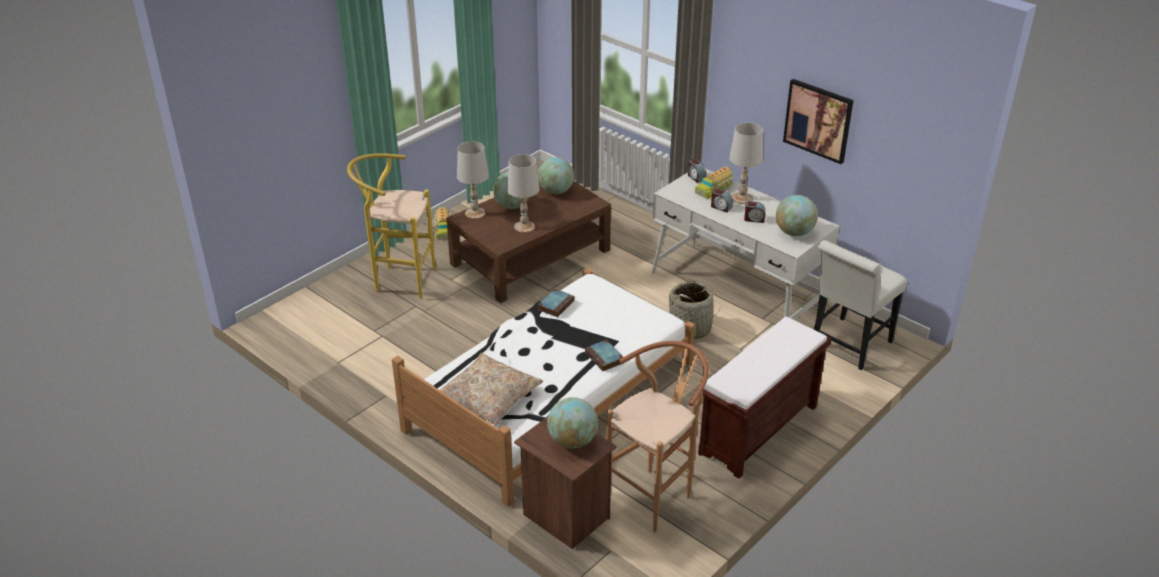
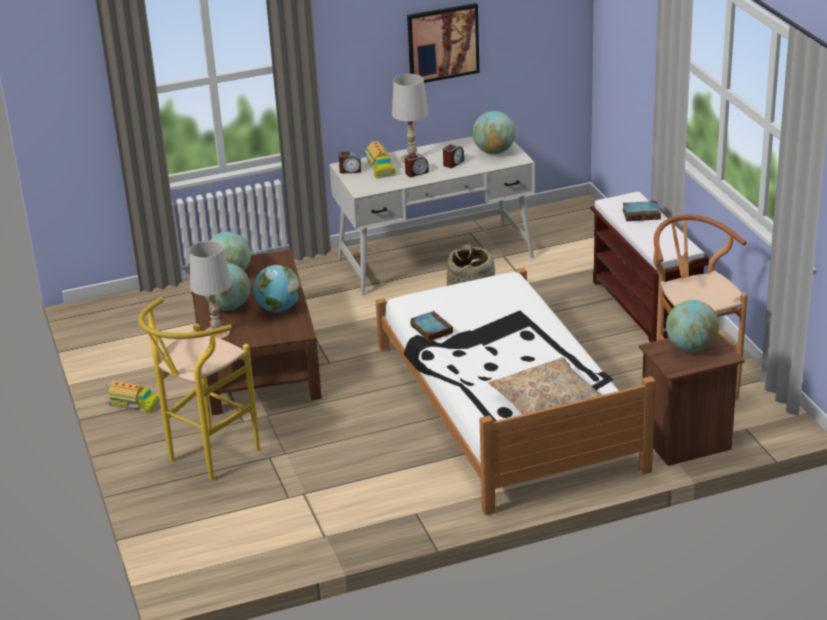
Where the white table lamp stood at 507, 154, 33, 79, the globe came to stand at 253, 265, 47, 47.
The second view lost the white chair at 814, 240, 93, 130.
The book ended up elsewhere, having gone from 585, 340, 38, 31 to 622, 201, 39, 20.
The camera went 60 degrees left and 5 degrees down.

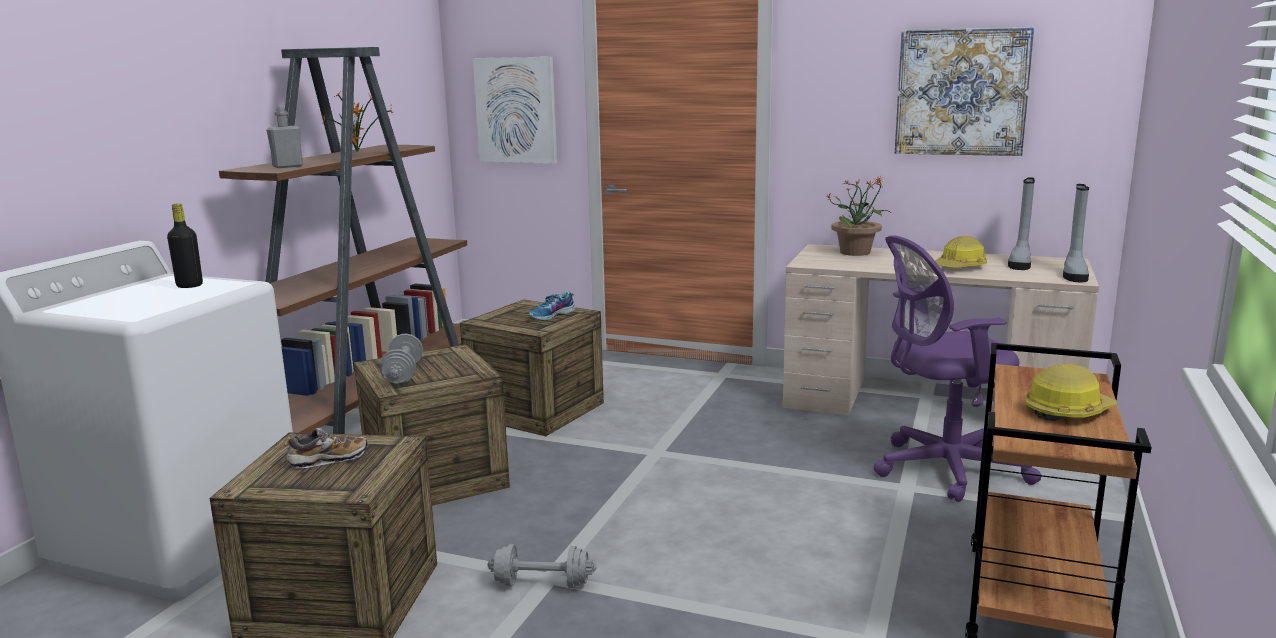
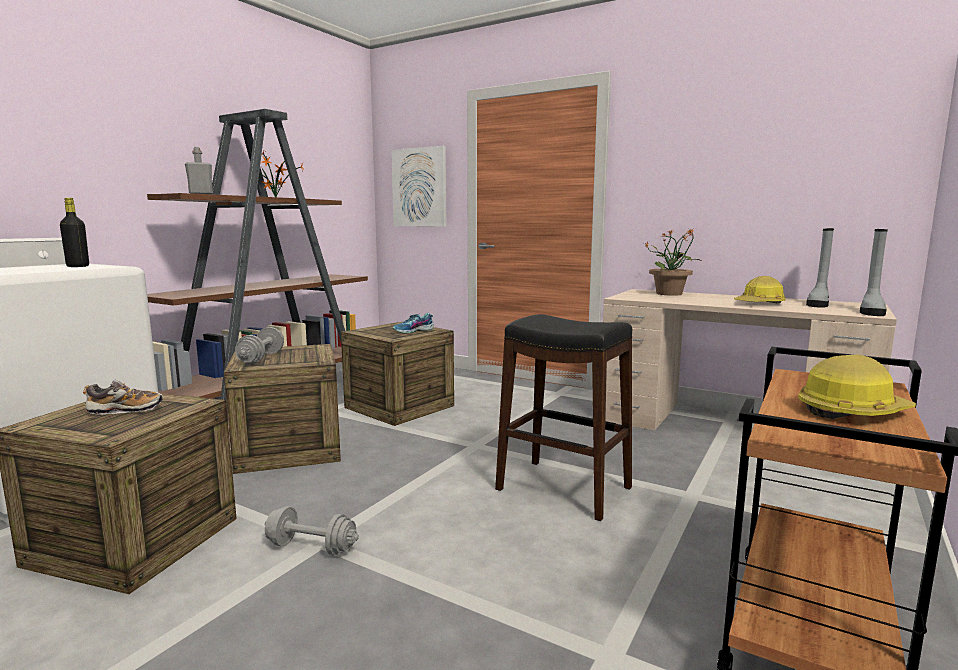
The second view lost the picture at 895, 27, 139, 129.
The second view lost the purple office chair at 874, 235, 168, 267.
The second view gained the black stool at 495, 314, 137, 207.
The camera went 10 degrees right and 5 degrees down.

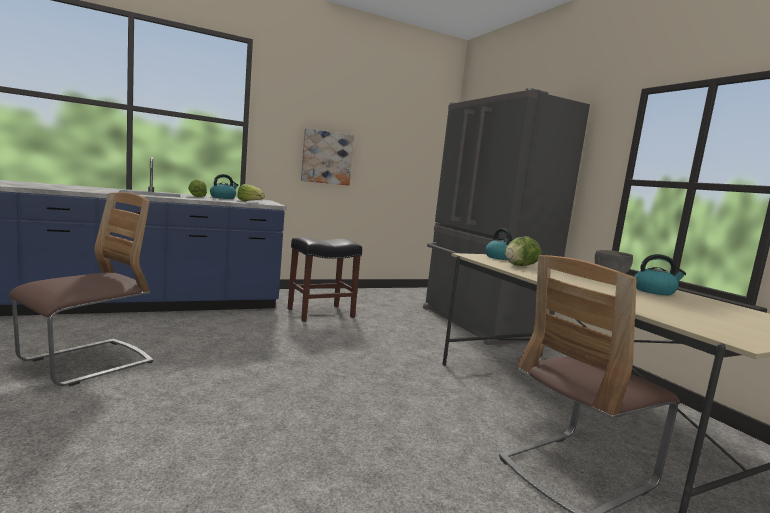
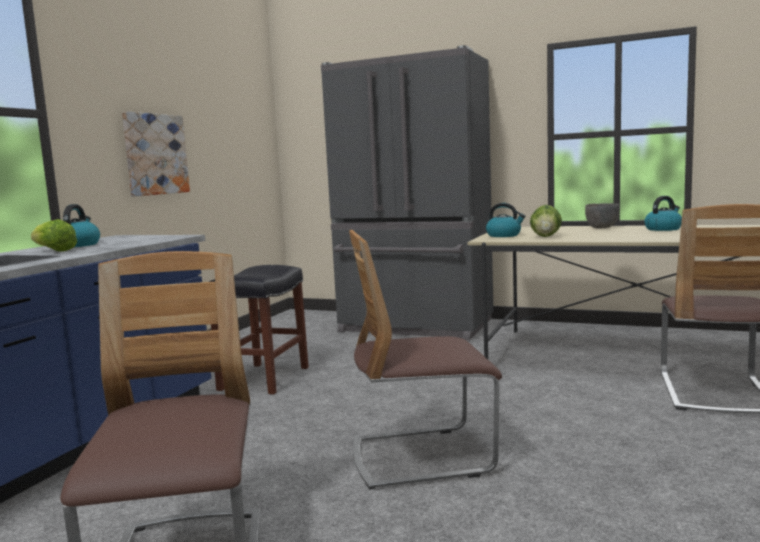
The second view lost the lettuce at 237, 184, 28, 17.
The second view gained the chair at 349, 230, 153, 260.
The camera went 40 degrees left and 0 degrees up.

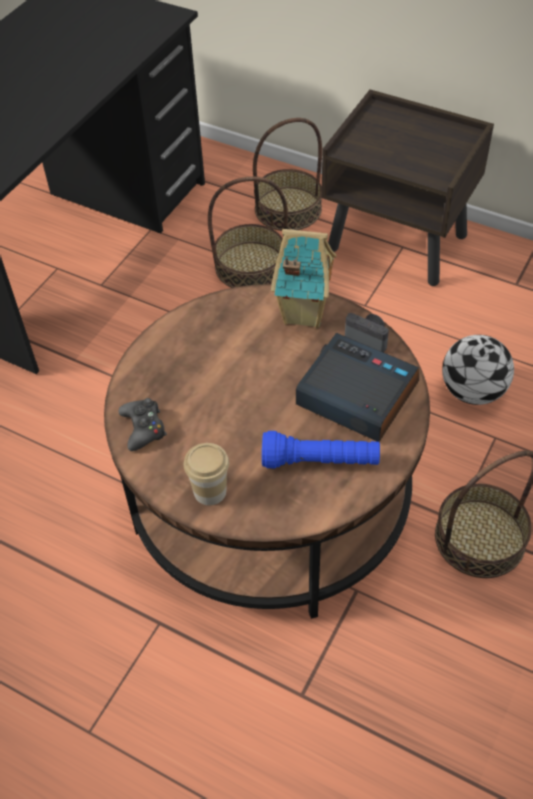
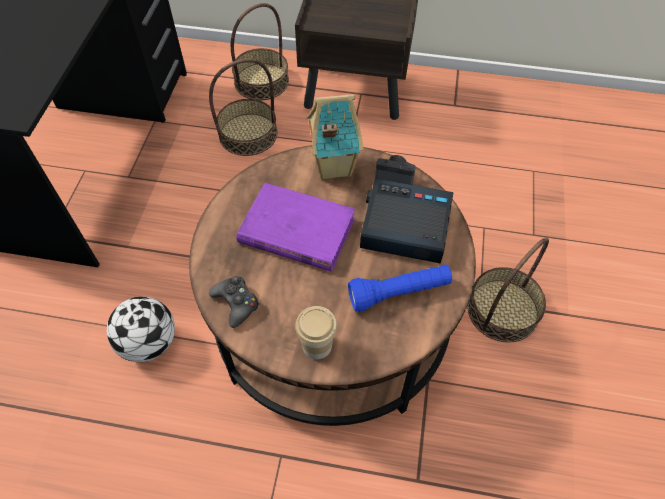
The football ended up elsewhere, having gone from 442, 335, 72, 70 to 107, 296, 68, 66.
The second view gained the purple book at 236, 183, 119, 89.
The camera went 20 degrees left and 5 degrees up.

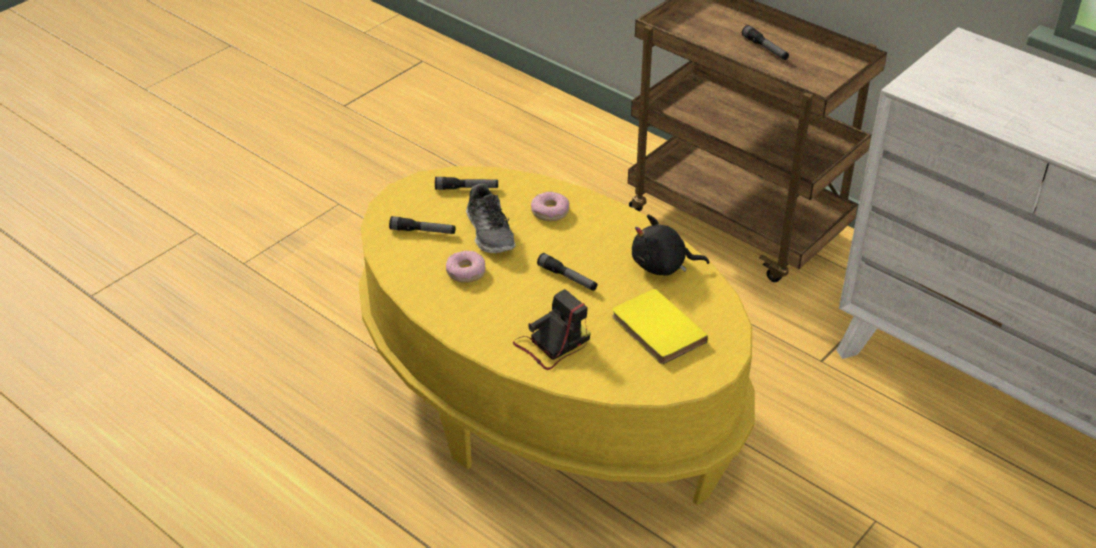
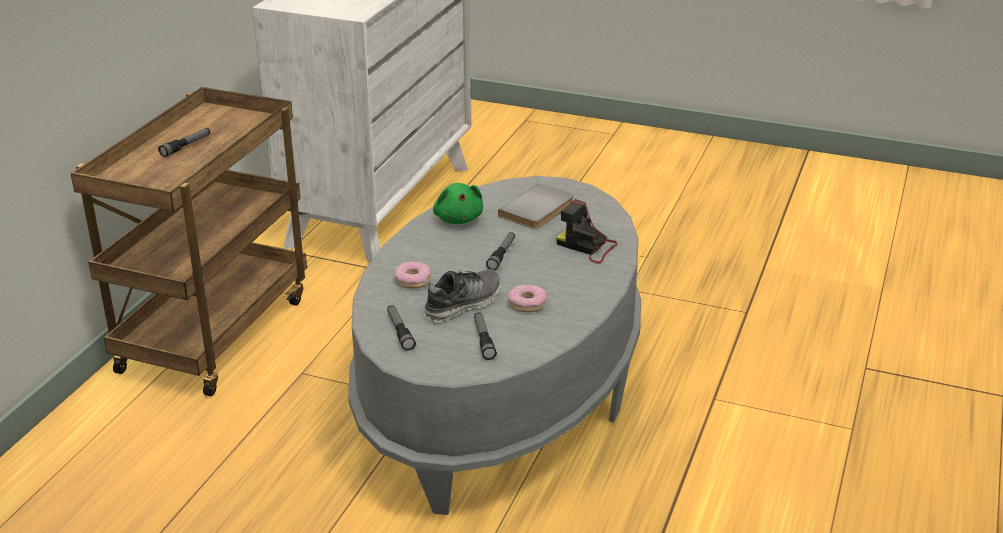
What was the yellow coffee table at 358, 166, 397, 339 turned into the grey coffee table at 348, 176, 293, 339.
What was the black plush toy at 632, 214, 77, 62 turned into the green plush toy at 433, 183, 50, 41.
What was the yellow book at 612, 288, 96, 76 turned into the grey book at 498, 184, 76, 45.
The camera went 110 degrees left and 10 degrees down.

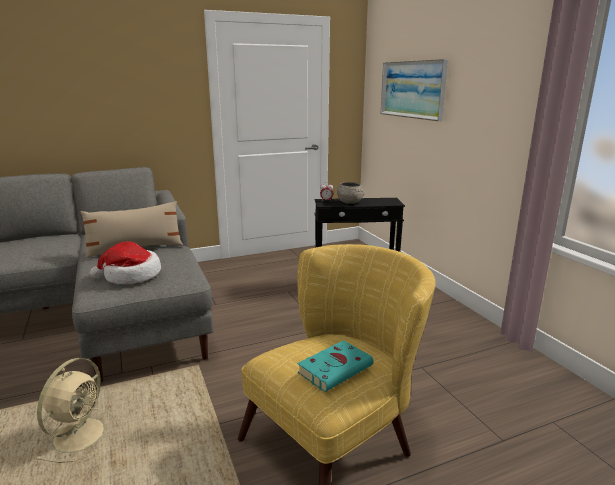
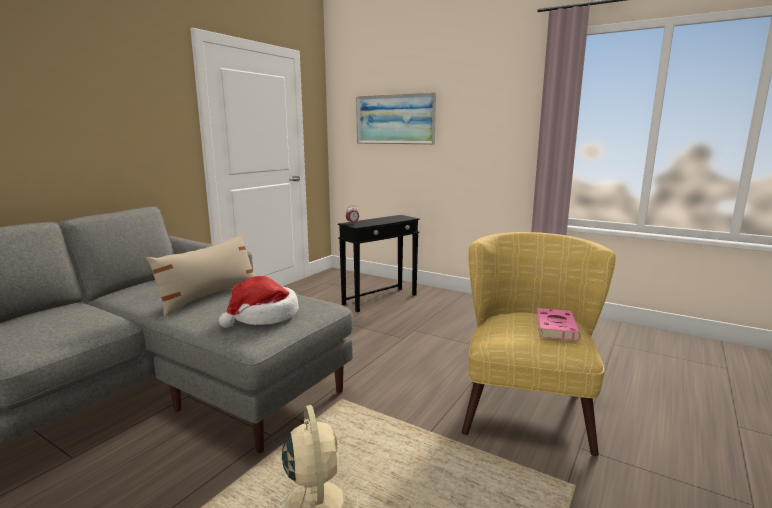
The second view lost the grey bowl at 337, 182, 27, 22.
What was the turquoise book at 297, 340, 77, 52 turned into the pink book at 536, 308, 45, 33.
The camera went 35 degrees left and 5 degrees down.

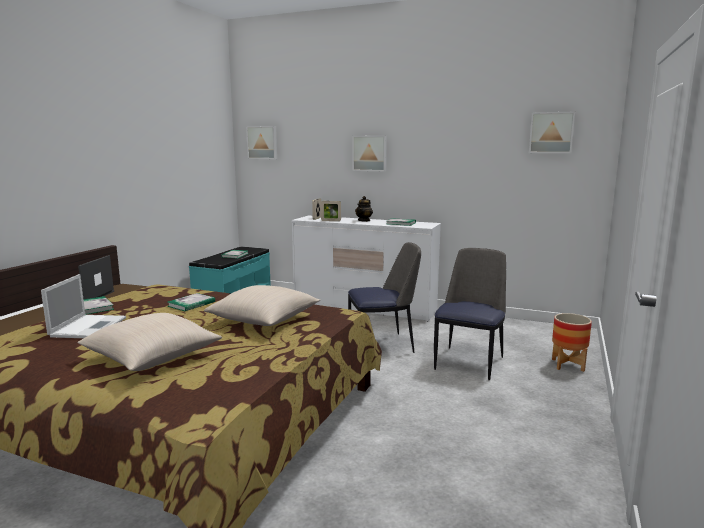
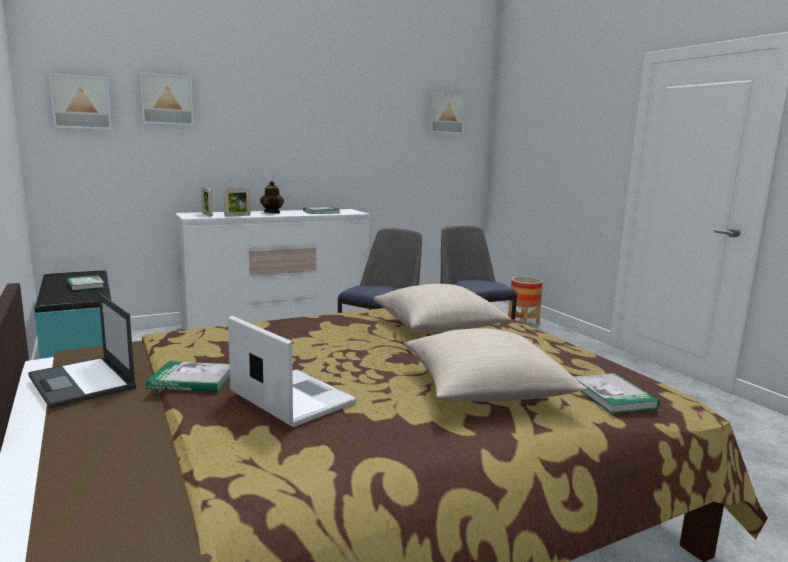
The picture ended up elsewhere, having gone from 352, 135, 35, 36 to 139, 72, 55, 54.
The book ended up elsewhere, having gone from 167, 293, 48, 18 to 573, 373, 87, 41.
The camera went 50 degrees left and 0 degrees up.

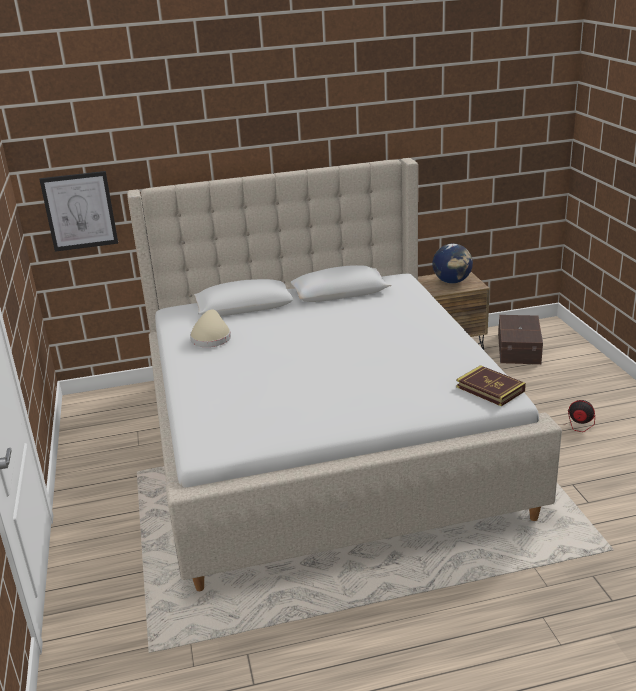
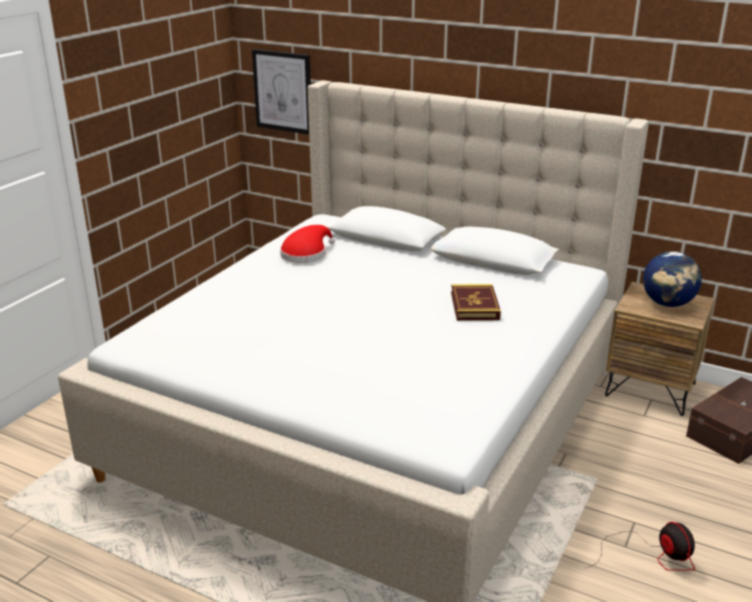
What was the beige hat at 190, 310, 41, 37 turned into the red hat at 280, 225, 55, 38.
The book ended up elsewhere, having gone from 456, 365, 70, 42 to 451, 284, 50, 37.
The camera went 40 degrees right and 0 degrees up.

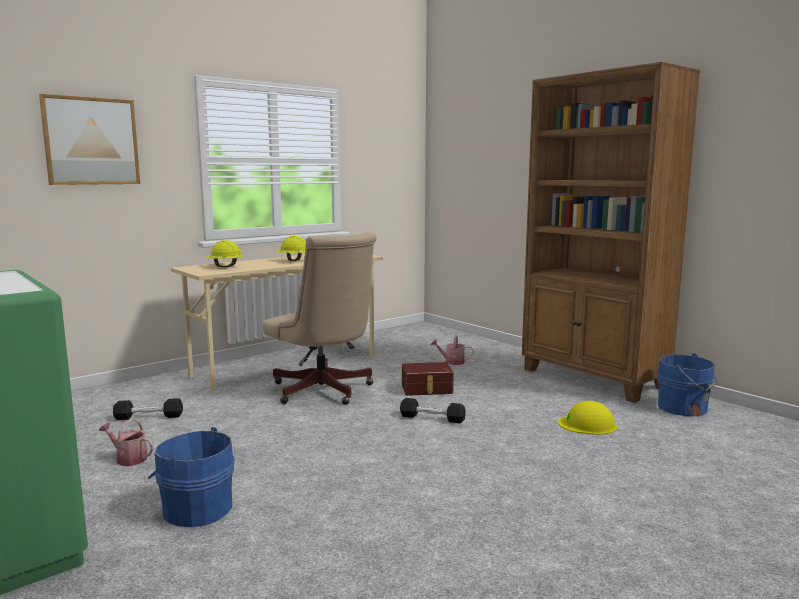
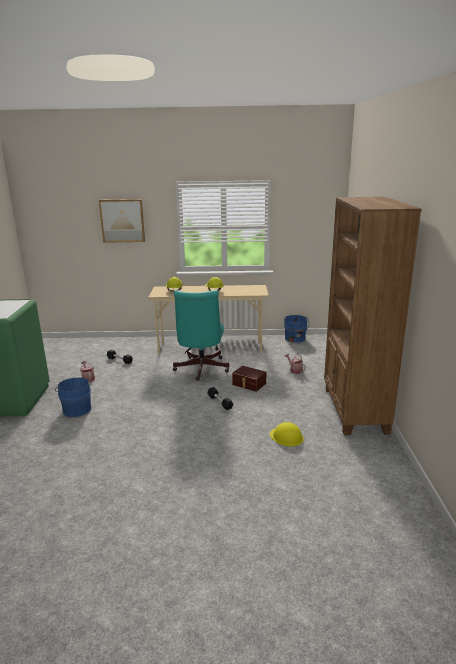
What was the beige office chair at 262, 232, 115, 173 turned into the turquoise office chair at 173, 290, 56, 91.
The blue bucket ended up elsewhere, having gone from 657, 353, 60, 64 to 284, 315, 25, 28.
The camera went 40 degrees right and 10 degrees up.

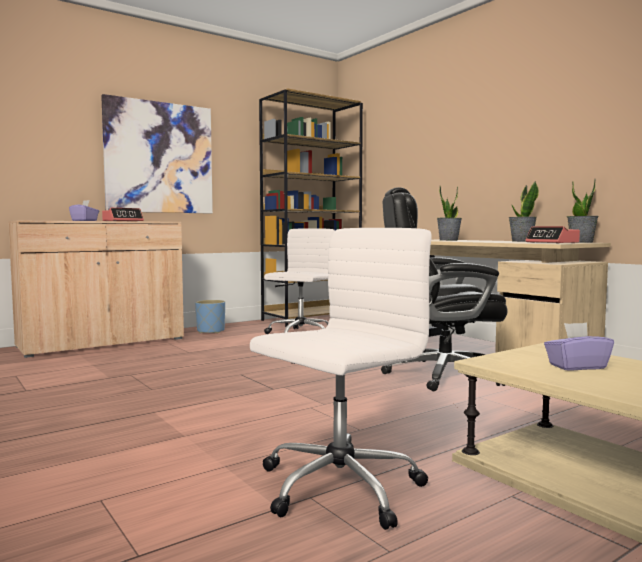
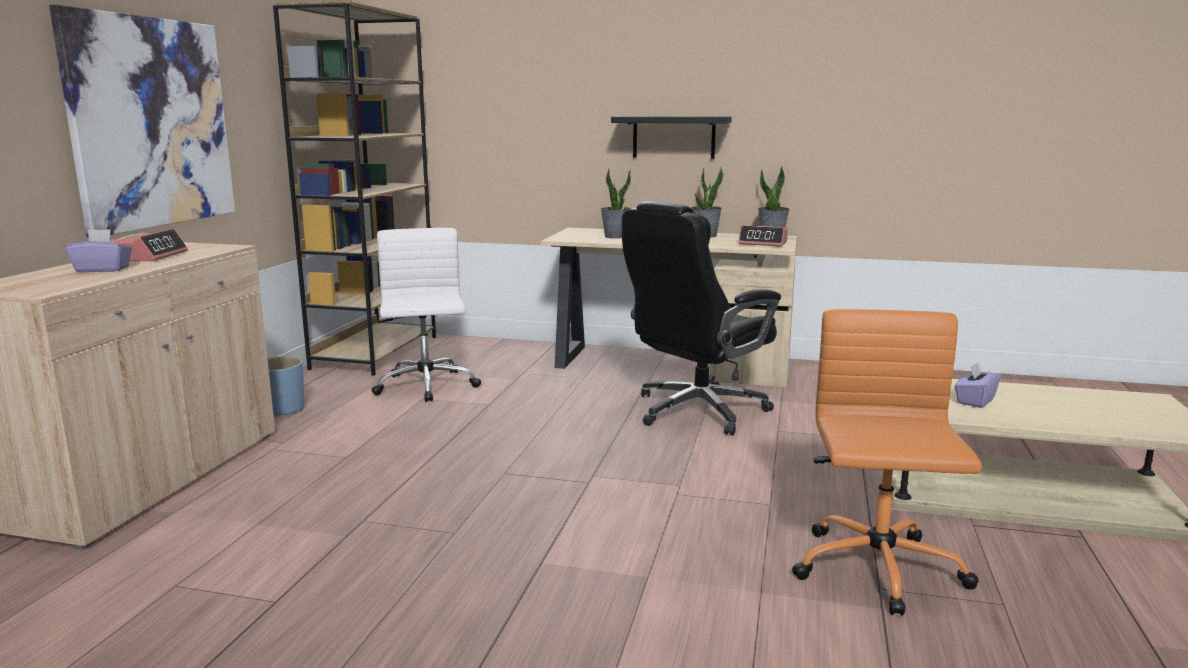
What was the white office chair at 250, 228, 182, 302 turned into the orange office chair at 792, 309, 190, 306.
The second view gained the black shelf at 611, 116, 121, 43.
The camera went 40 degrees left and 10 degrees up.

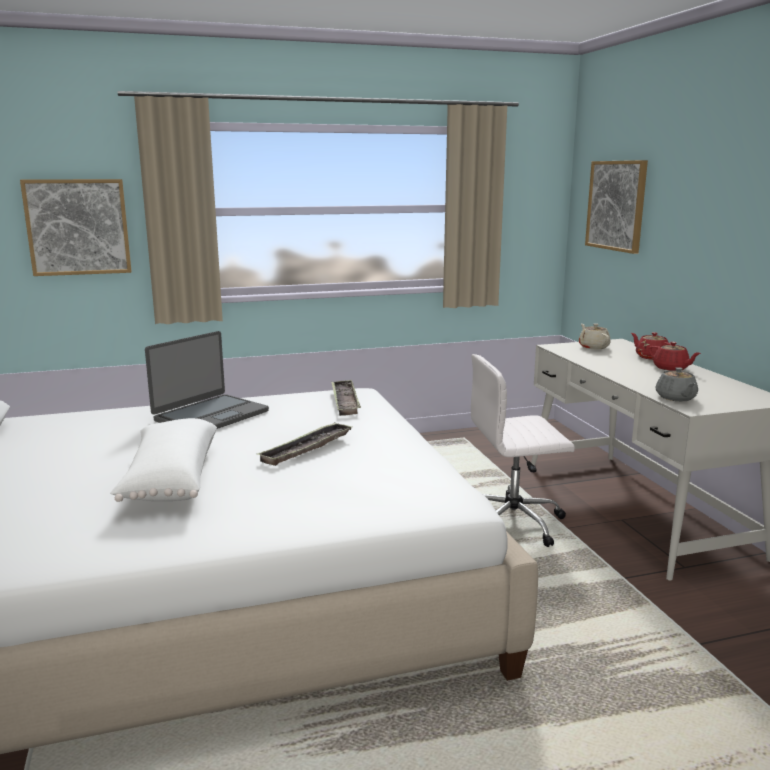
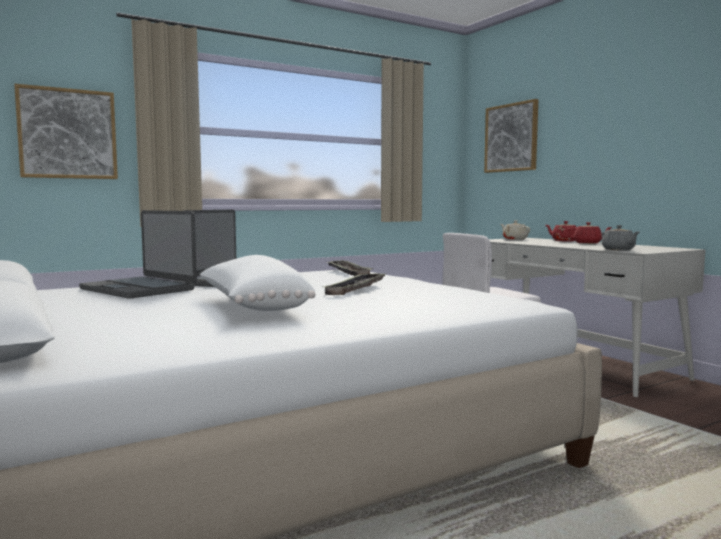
The second view gained the laptop at 79, 210, 118, 89.
The camera went 15 degrees left and 10 degrees down.

